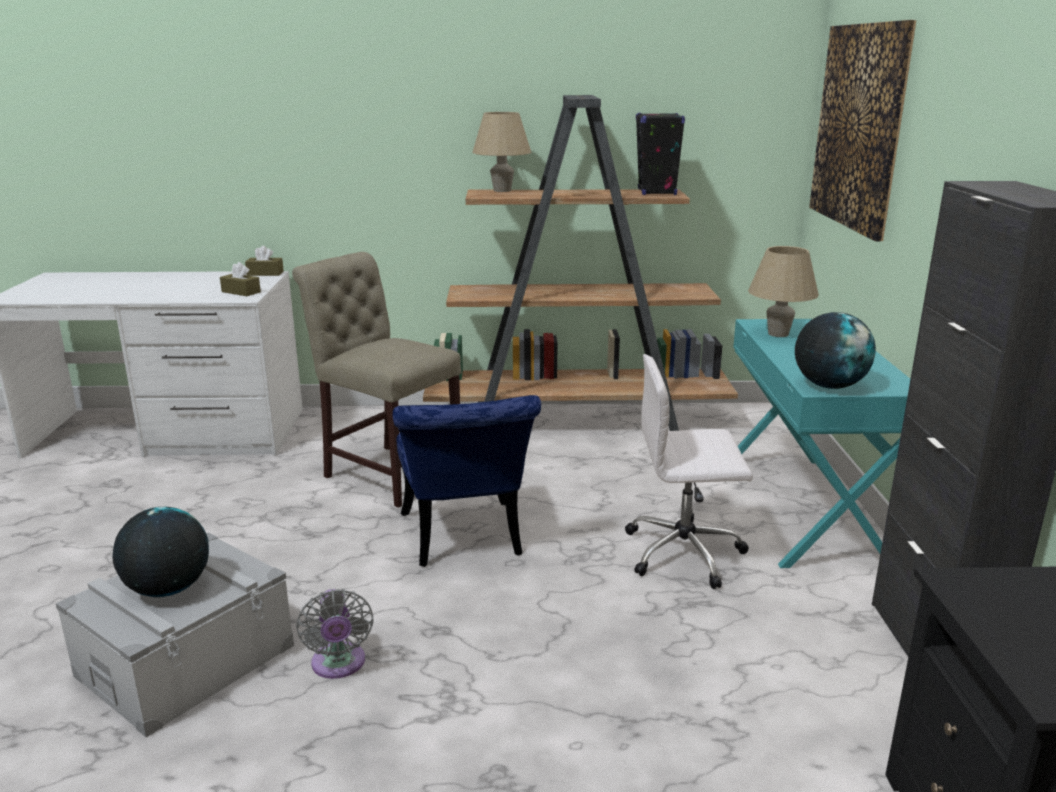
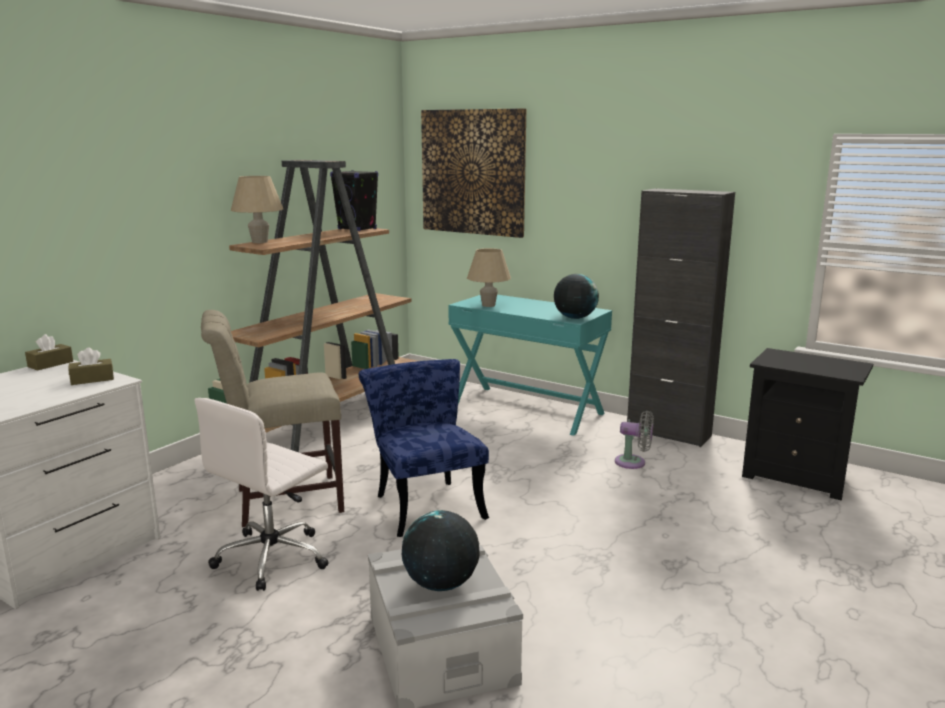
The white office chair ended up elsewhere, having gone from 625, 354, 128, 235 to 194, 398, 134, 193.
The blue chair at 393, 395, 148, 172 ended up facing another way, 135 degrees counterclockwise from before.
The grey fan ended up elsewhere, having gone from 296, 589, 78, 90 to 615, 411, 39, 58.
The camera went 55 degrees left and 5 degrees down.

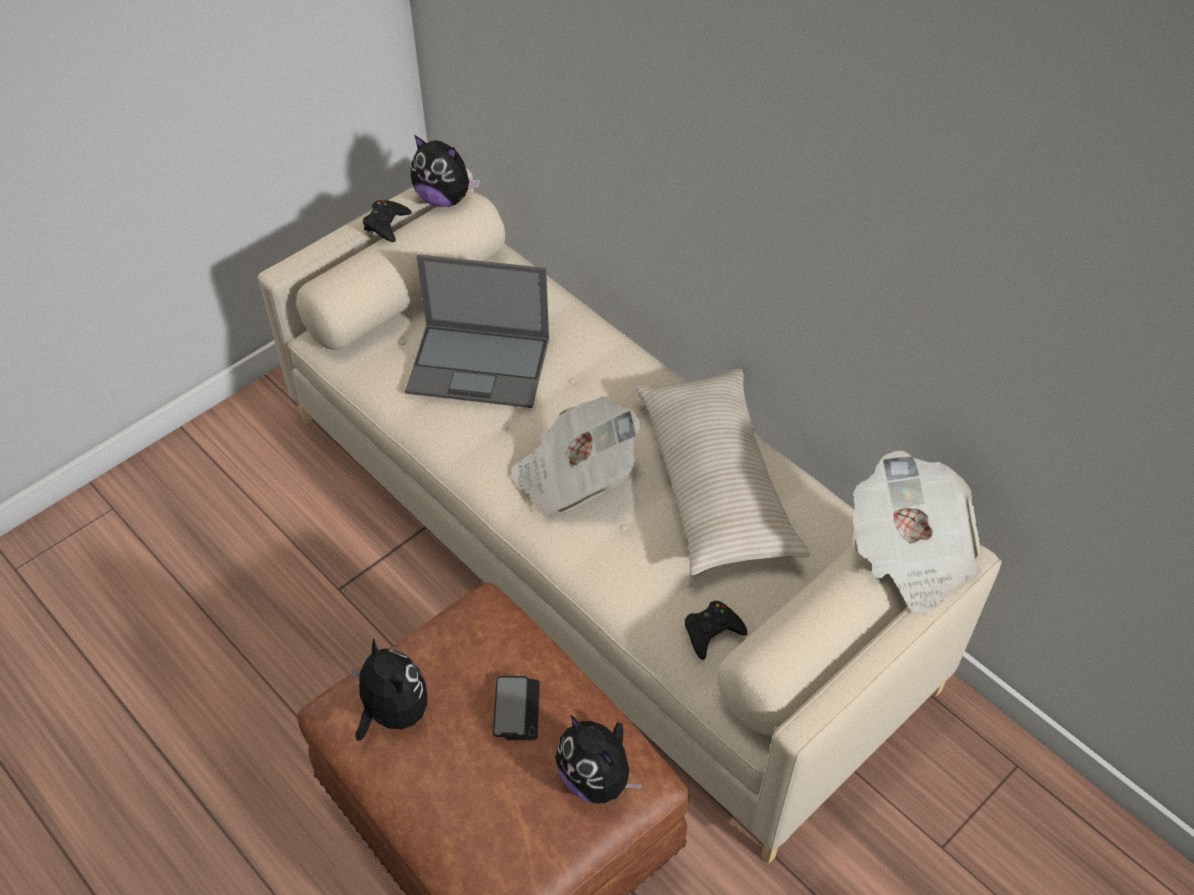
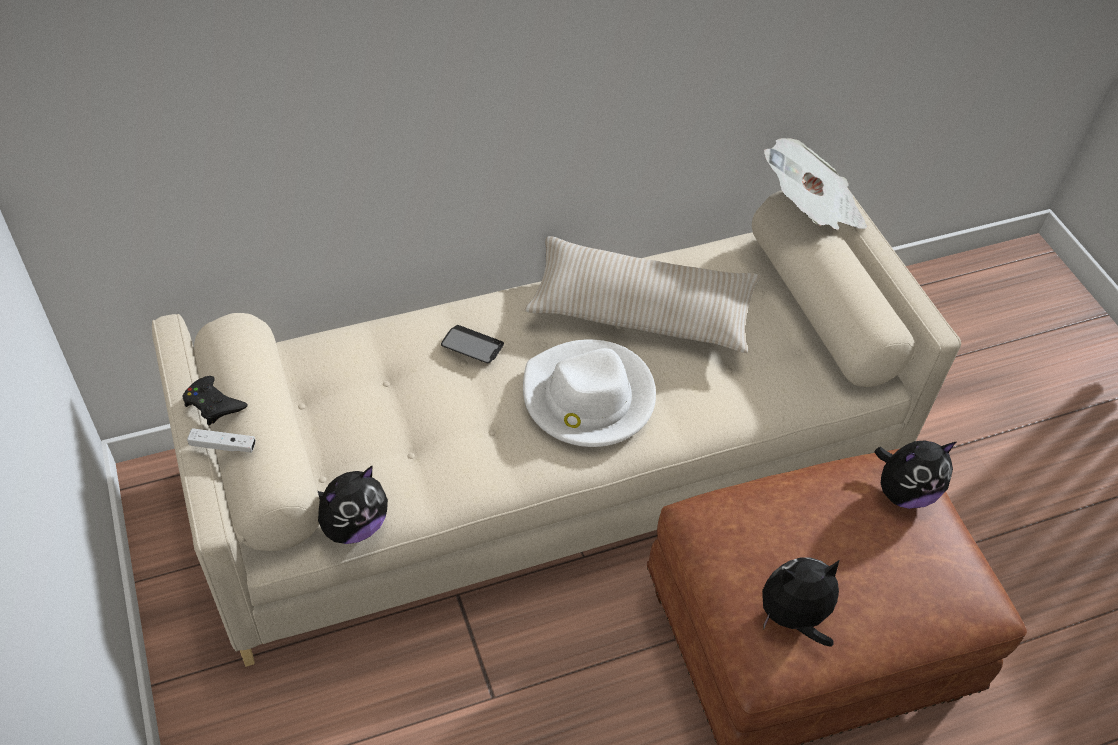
The plush toy ended up elsewhere, having gone from 411, 135, 69, 72 to 318, 465, 70, 79.
The second view lost the laptop at 405, 254, 144, 154.
Where the newspaper stood at 511, 396, 130, 122, the white hat came to stand at 523, 339, 133, 108.
The second view lost the black game controller at 685, 601, 62, 59.
The phone ended up elsewhere, having gone from 493, 676, 47, 64 to 441, 325, 63, 39.
The second view gained the white game controller at 187, 428, 69, 25.
The camera went 70 degrees left and 0 degrees up.

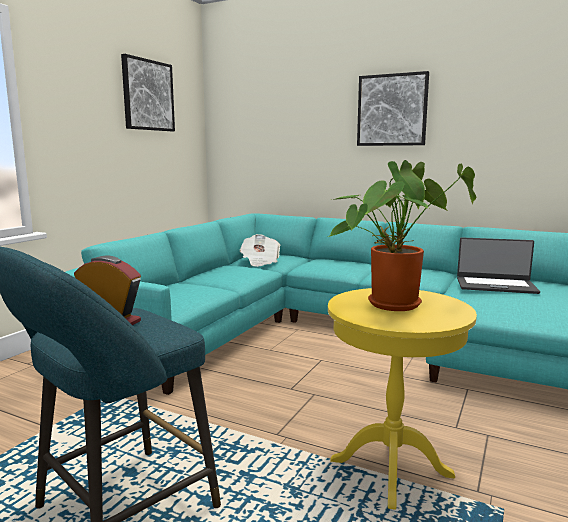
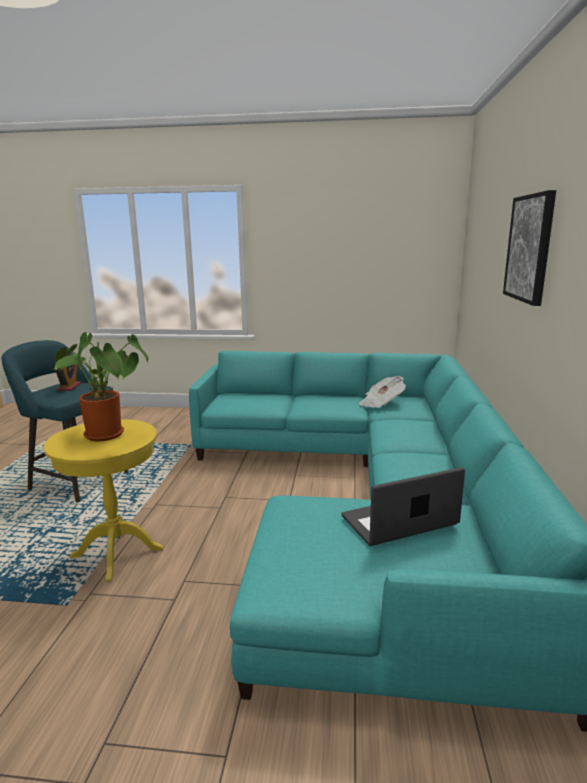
The second view lost the picture at 121, 54, 54, 77.
The laptop at 457, 237, 83, 57 ended up facing another way, 75 degrees clockwise from before.
The camera went 70 degrees right and 5 degrees up.

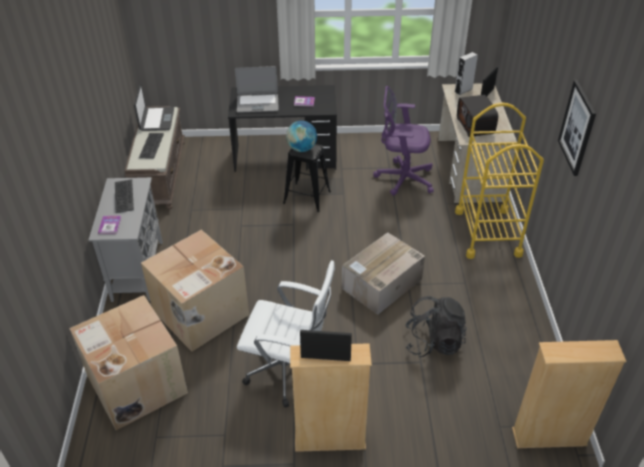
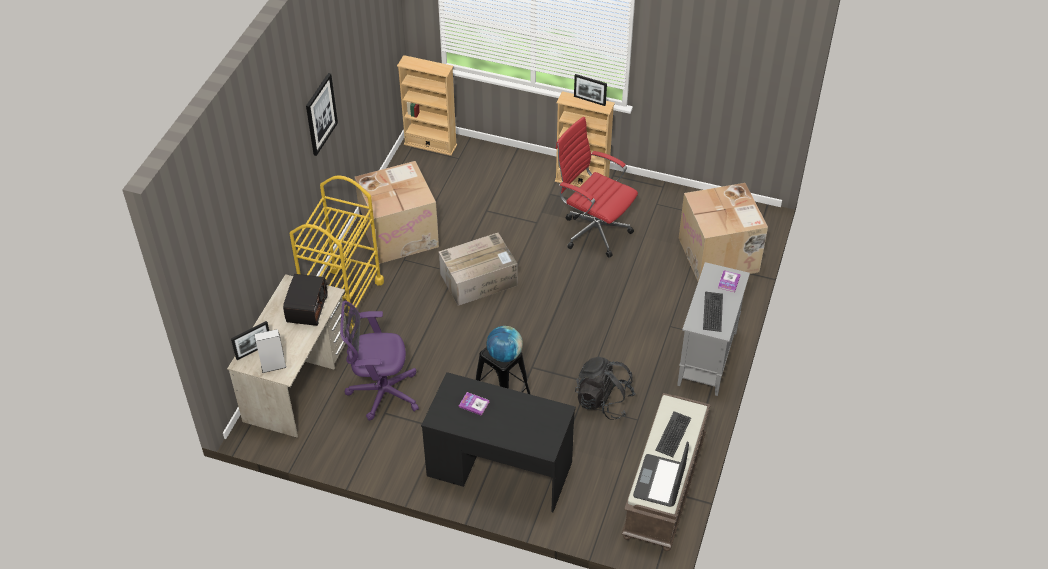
The second view lost the laptop at 235, 66, 44, 47.
The purple office chair at 373, 86, 61, 110 ended up facing another way, 150 degrees clockwise from before.
The cardboard box ended up elsewhere, having gone from 141, 230, 108, 122 to 355, 161, 84, 103.
What was the white office chair at 237, 260, 98, 148 turned into the red office chair at 556, 117, 82, 141.
The black backpack ended up elsewhere, having gone from 405, 296, 62, 61 to 575, 356, 61, 64.
The camera went 160 degrees left and 5 degrees up.

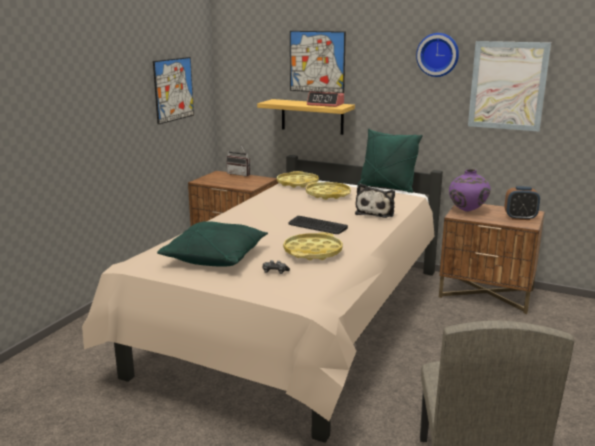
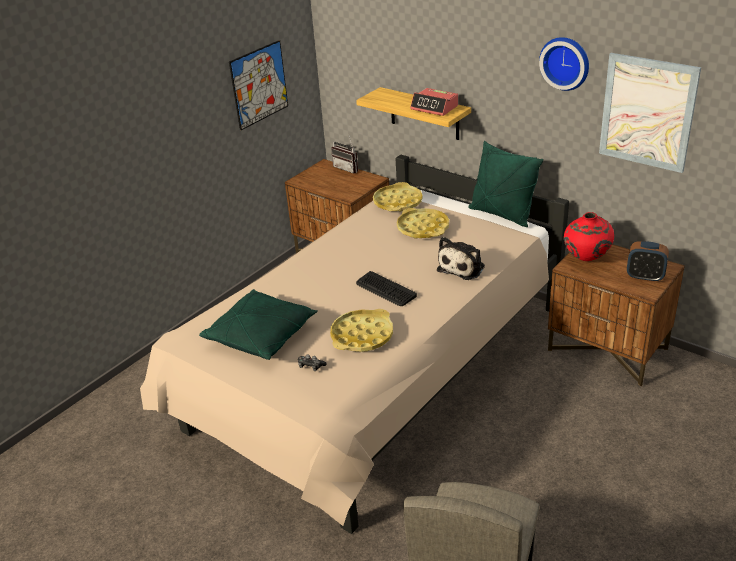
The second view lost the picture at 290, 31, 56, 62.
What was the purple vase at 449, 169, 42, 43 turned into the red vase at 564, 212, 50, 49.
The camera went 15 degrees right and 15 degrees up.

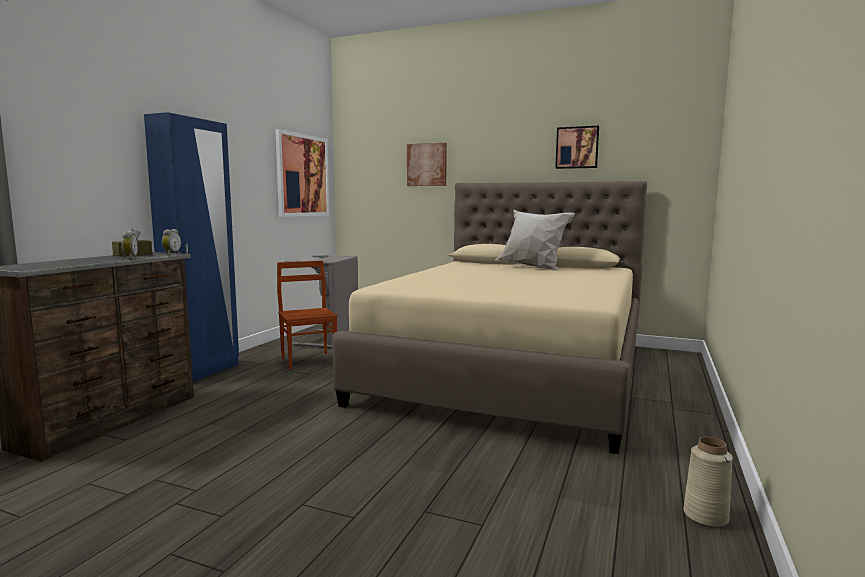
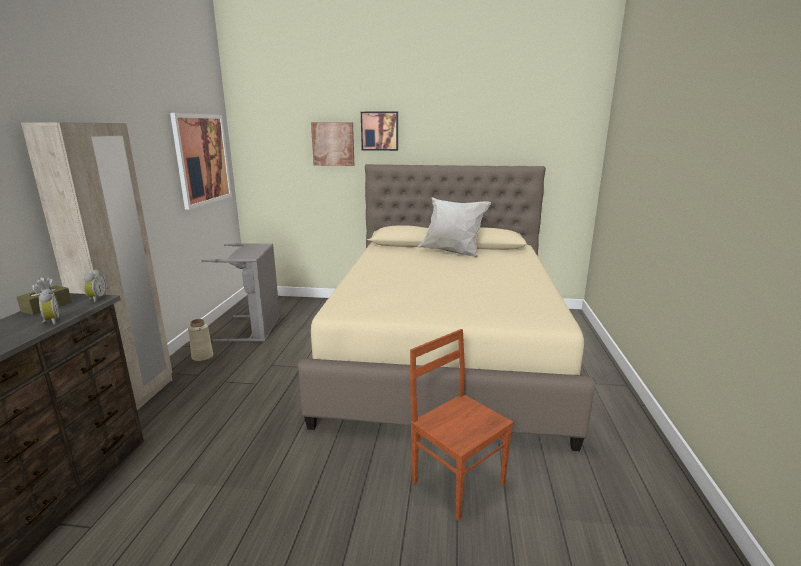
What was the blue wardrobe at 144, 112, 95, 270 turned into the beige wardrobe at 21, 122, 151, 288.
The picture ended up elsewhere, having gone from 555, 126, 44, 43 to 361, 112, 37, 39.
The brown chair ended up elsewhere, having gone from 277, 261, 61, 109 to 410, 329, 104, 192.
The beige vase ended up elsewhere, having gone from 683, 437, 50, 90 to 188, 319, 25, 42.
The camera went 15 degrees left and 10 degrees up.

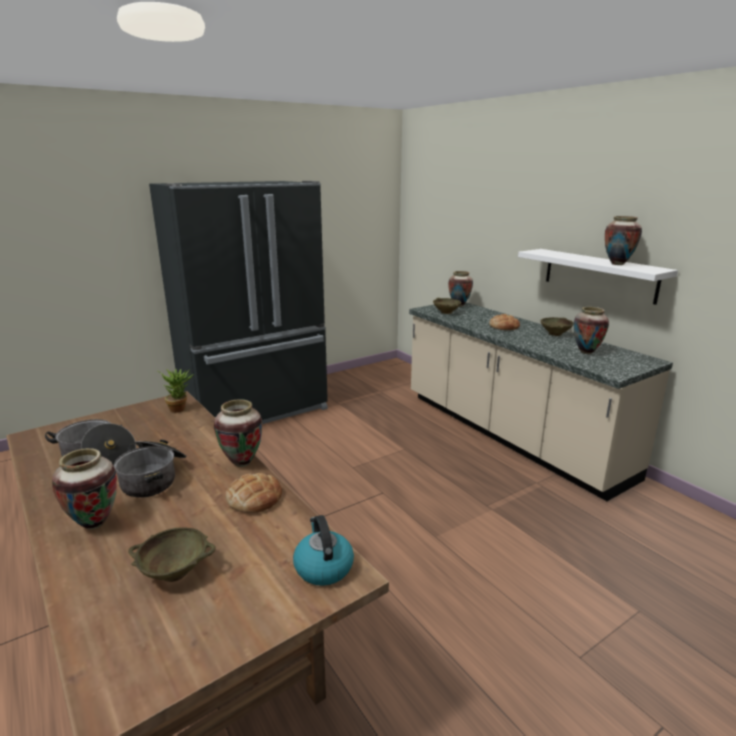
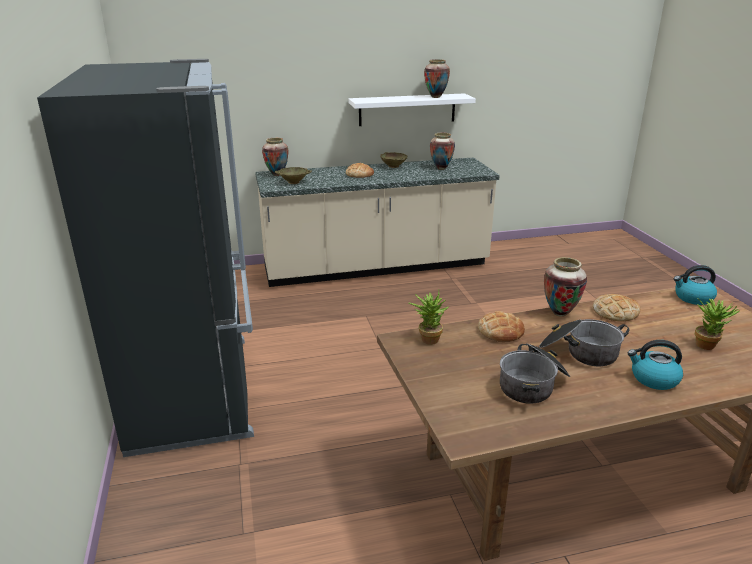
Where the vase stood at 52, 448, 65, 82, the kettle came to stand at 627, 340, 56, 50.
Where the beige bowl stood at 128, 527, 88, 55, the potted plant came to stand at 695, 298, 44, 52.
The second view gained the bread at 478, 311, 47, 31.
The camera went 70 degrees left and 5 degrees up.

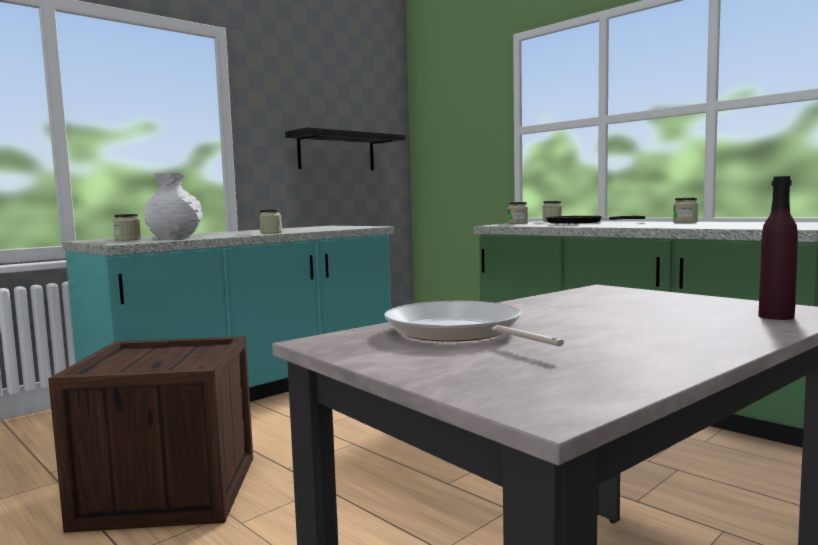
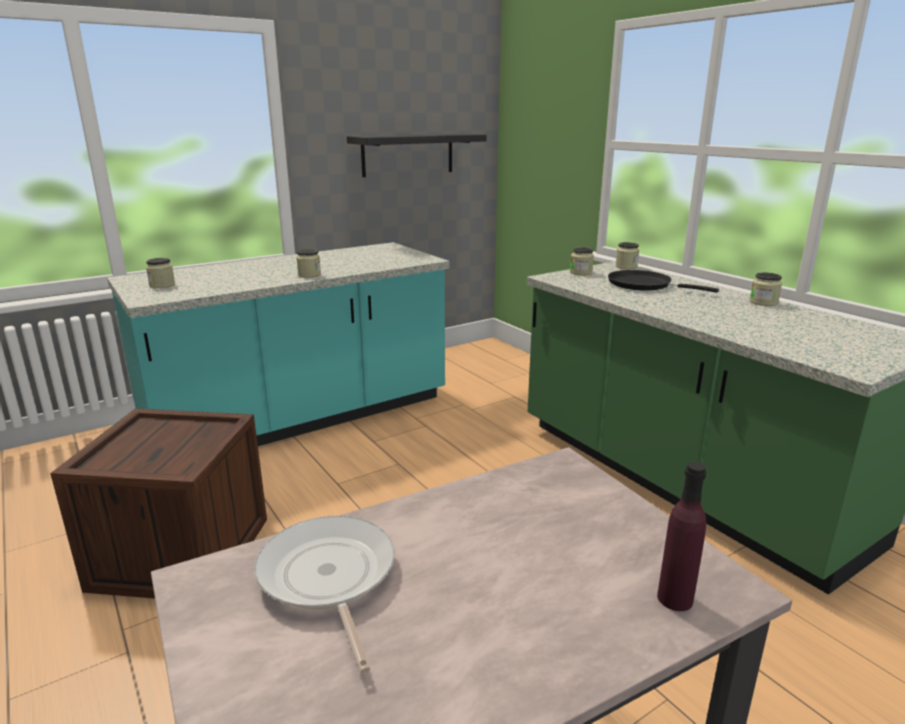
The second view lost the white vase at 144, 173, 59, 66.
The camera went 10 degrees right and 15 degrees up.

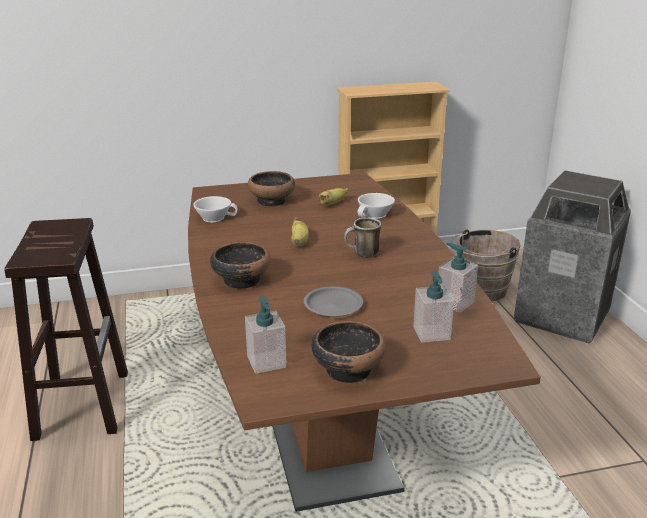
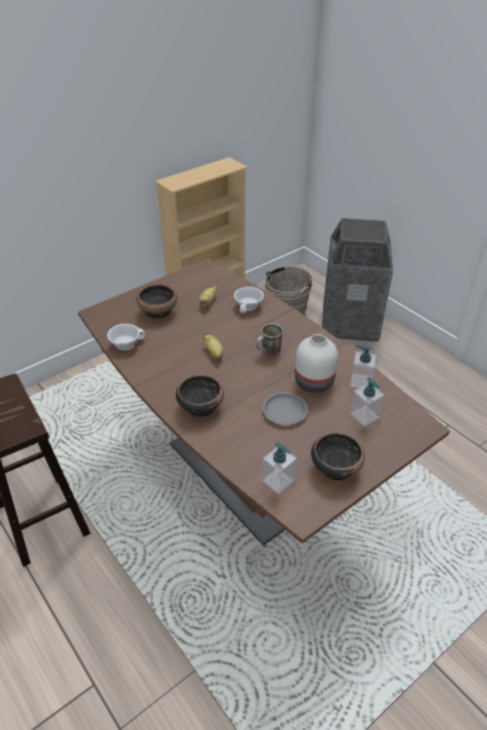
The second view gained the white vase at 295, 334, 43, 59.
The camera went 25 degrees left and 15 degrees up.

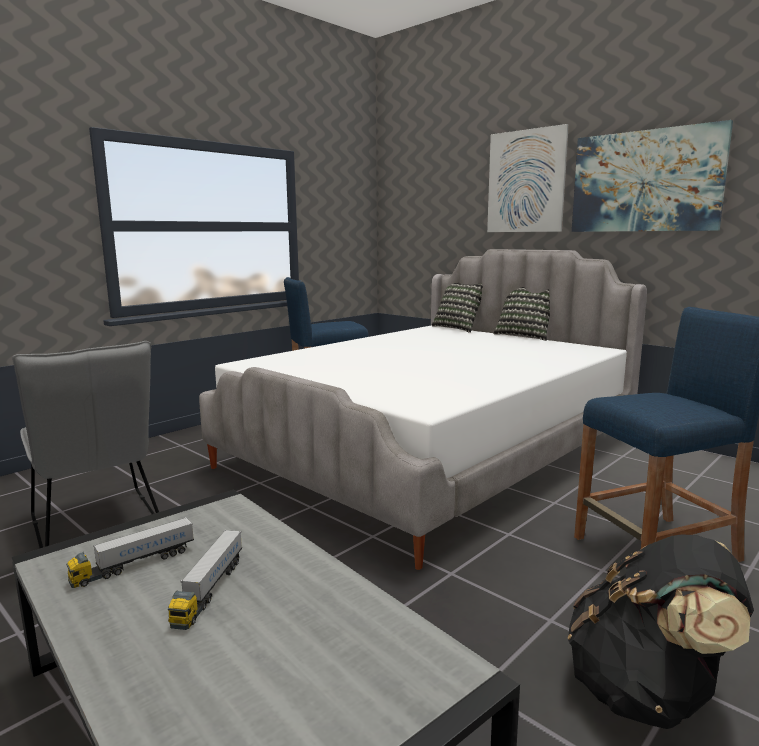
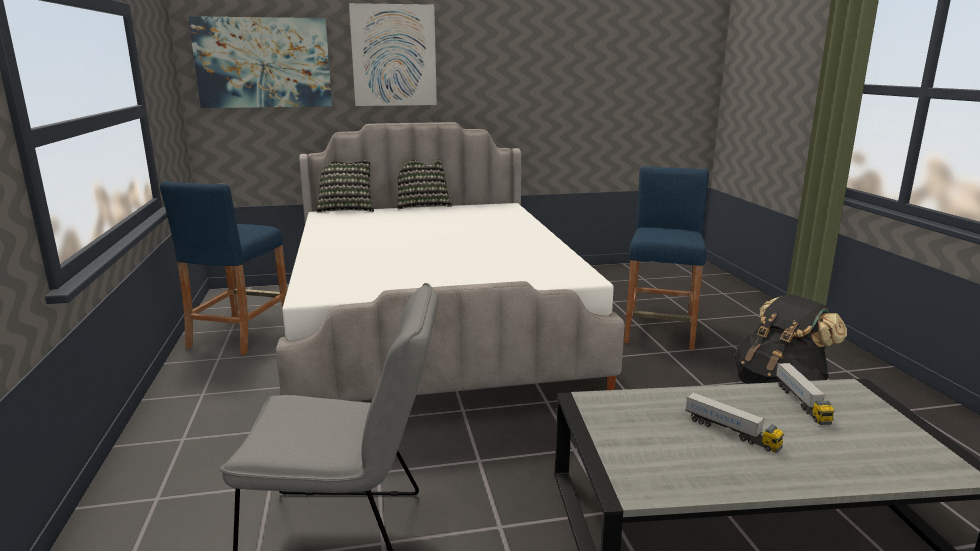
The picture ended up elsewhere, having gone from 572, 120, 161, 112 to 188, 16, 144, 92.
The toy truck ended up elsewhere, having gone from 66, 517, 128, 71 to 776, 363, 59, 62.
The camera went 55 degrees left and 5 degrees up.

